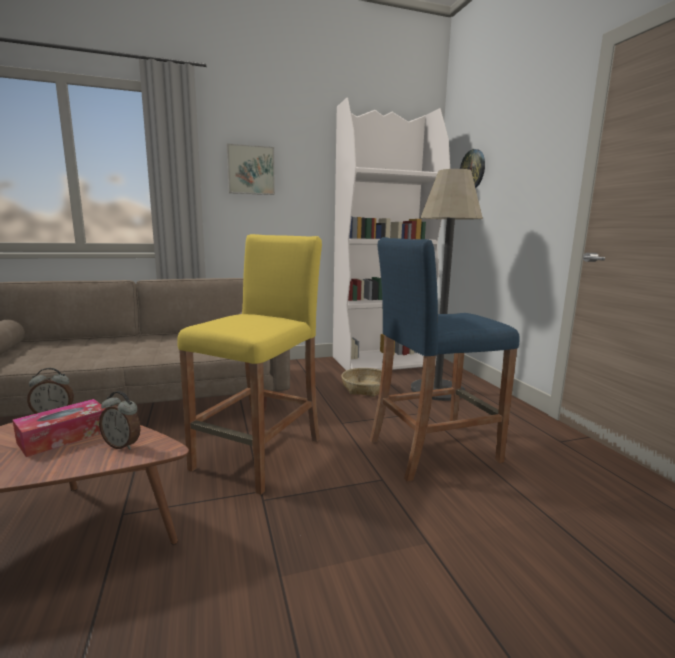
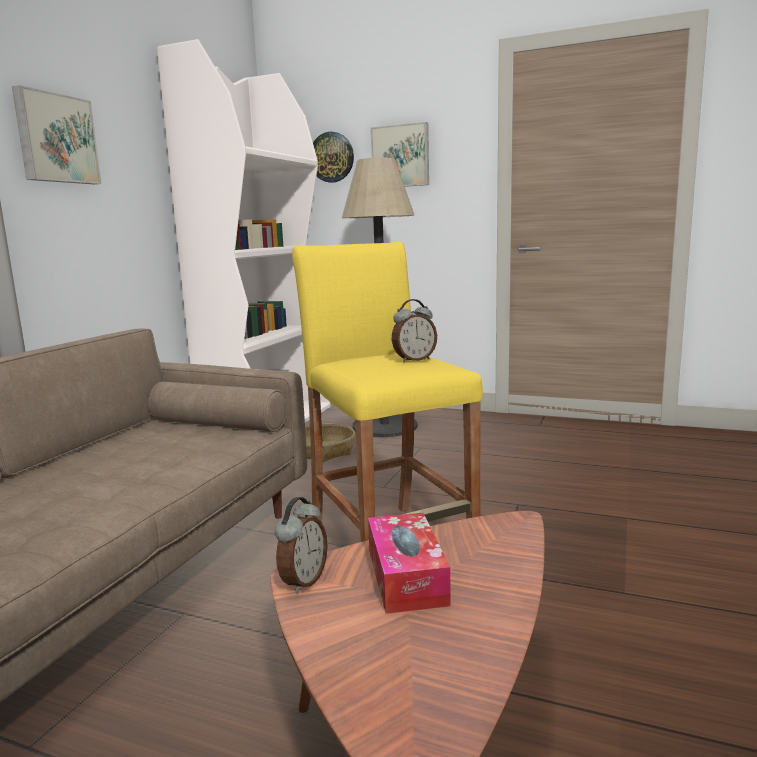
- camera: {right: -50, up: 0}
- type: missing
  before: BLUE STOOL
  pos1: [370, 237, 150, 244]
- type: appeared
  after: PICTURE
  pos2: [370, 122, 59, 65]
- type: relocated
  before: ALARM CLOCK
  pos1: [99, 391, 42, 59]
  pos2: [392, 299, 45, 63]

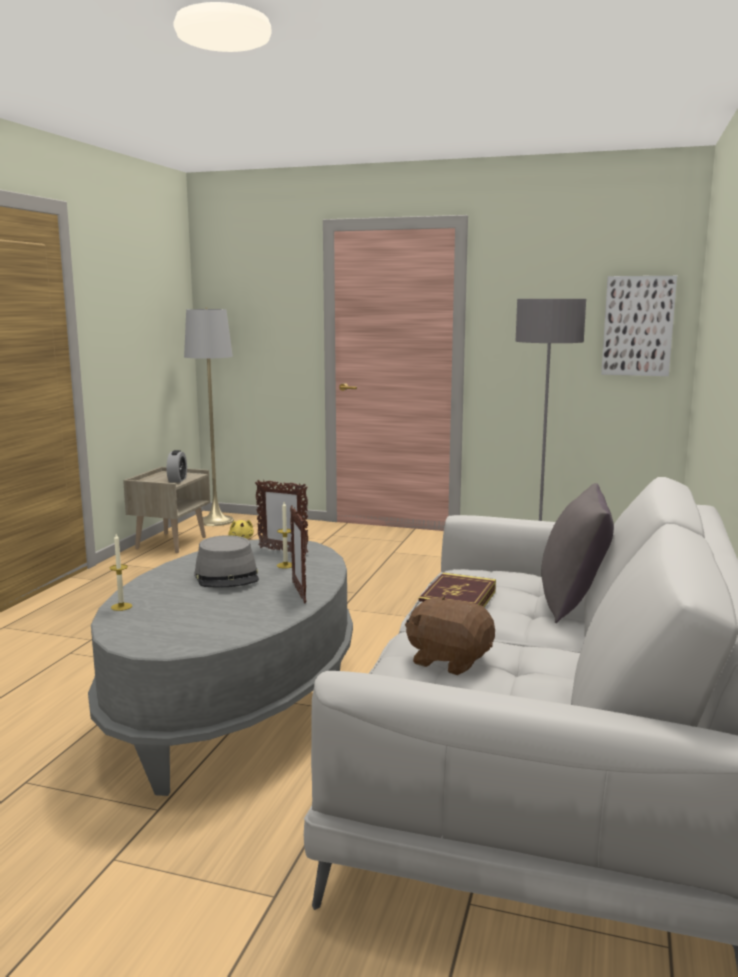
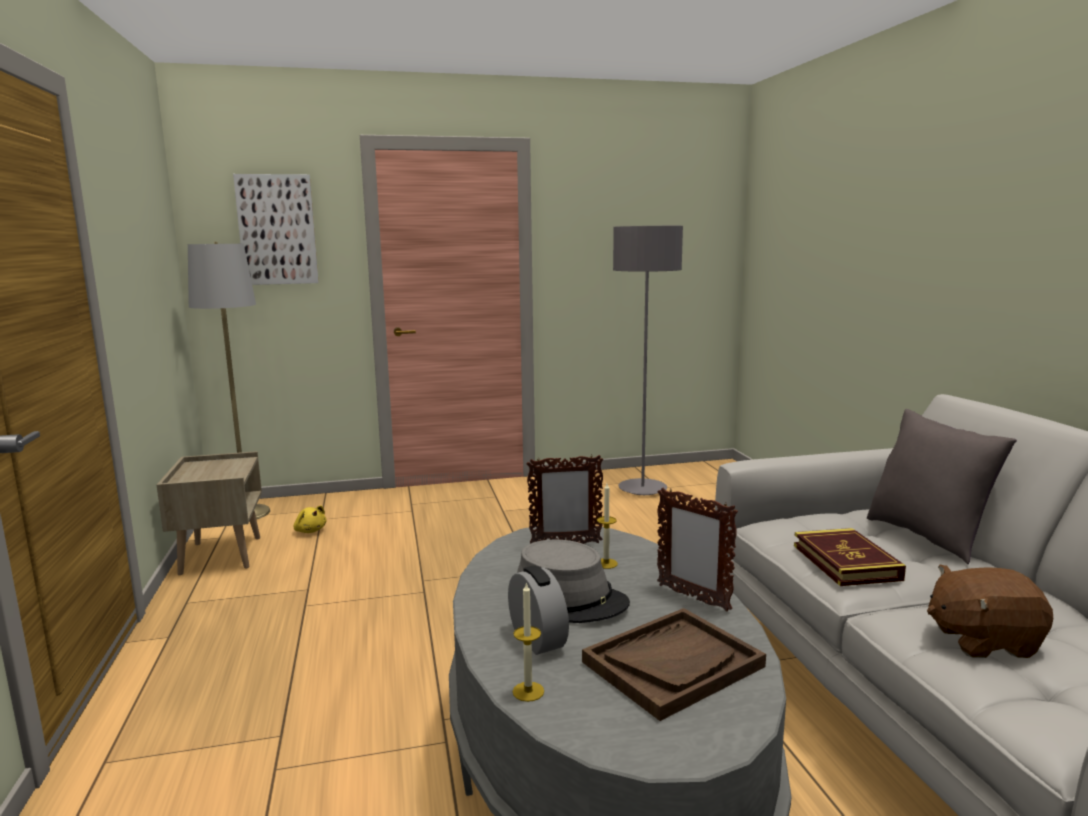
- camera: {right: -30, up: 0}
- type: appeared
  after: BROWN TRAY
  pos2: [582, 608, 184, 113]
- type: relocated
  before: ALARM CLOCK
  pos1: [167, 450, 20, 33]
  pos2: [508, 565, 61, 90]
- type: relocated
  before: PICTURE
  pos1: [601, 276, 76, 100]
  pos2: [233, 174, 86, 111]

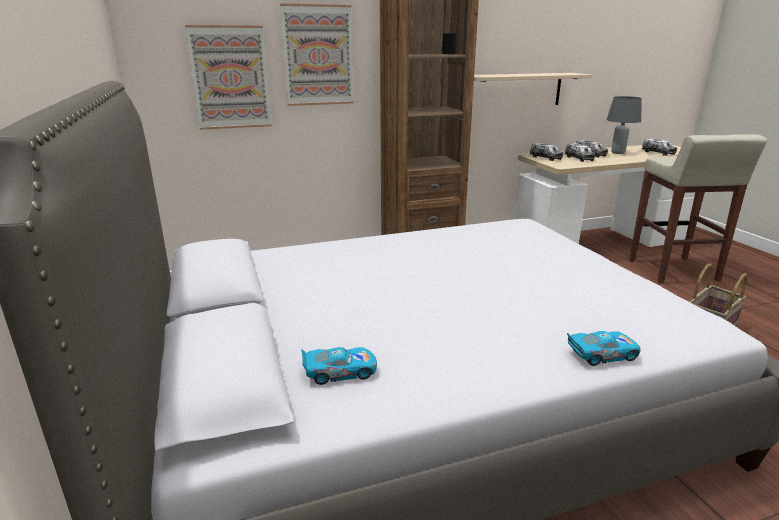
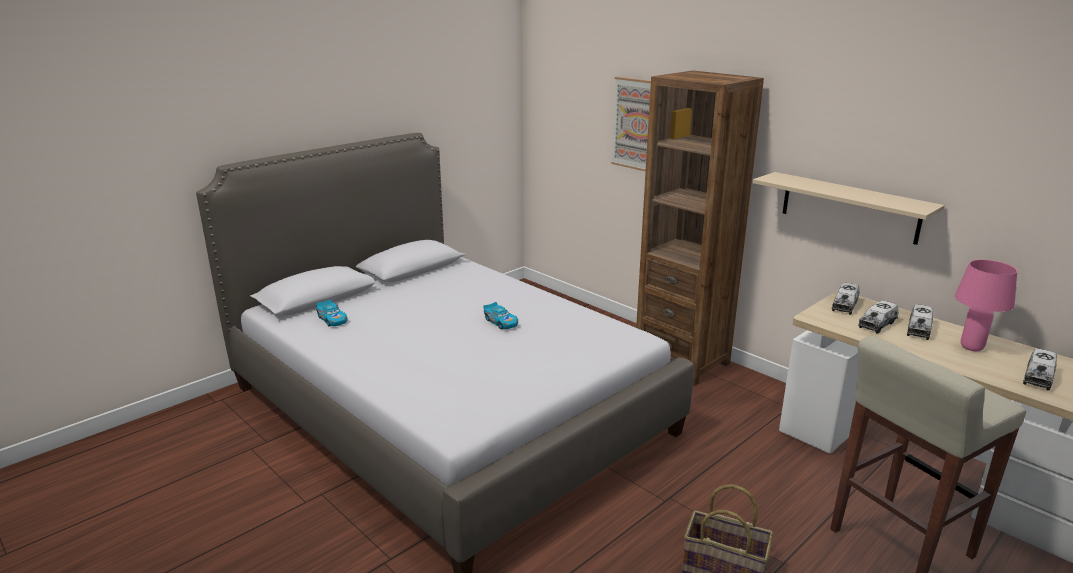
- camera: {right: 65, up: 0}
- type: missing
  before: PICTURE
  pos1: [185, 25, 87, 105]
- type: relocated
  before: TOY CAR
  pos1: [567, 331, 73, 35]
  pos2: [483, 302, 35, 27]
- type: colour
  before: GREY TABLE LAMP
  after: PINK TABLE LAMP
  pos1: [607, 96, 35, 58]
  pos2: [955, 260, 62, 91]

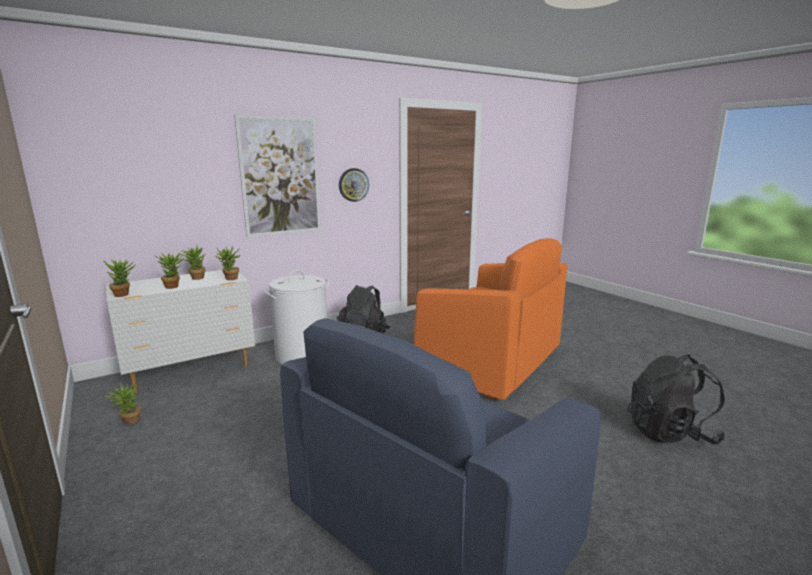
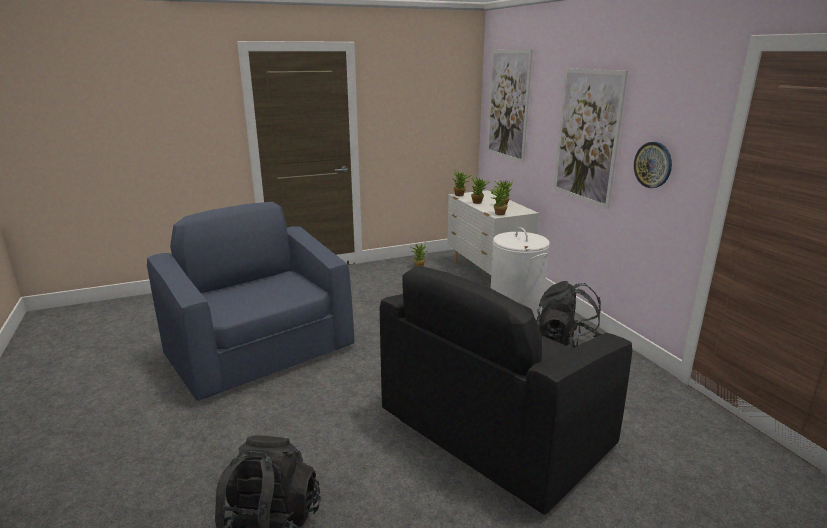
- camera: {right: 100, up: 5}
- type: appeared
  after: PICTURE
  pos2: [487, 50, 46, 113]
- type: colour
  before: ORANGE ARMCHAIR
  after: BLACK ARMCHAIR
  pos1: [414, 238, 153, 162]
  pos2: [380, 266, 252, 249]

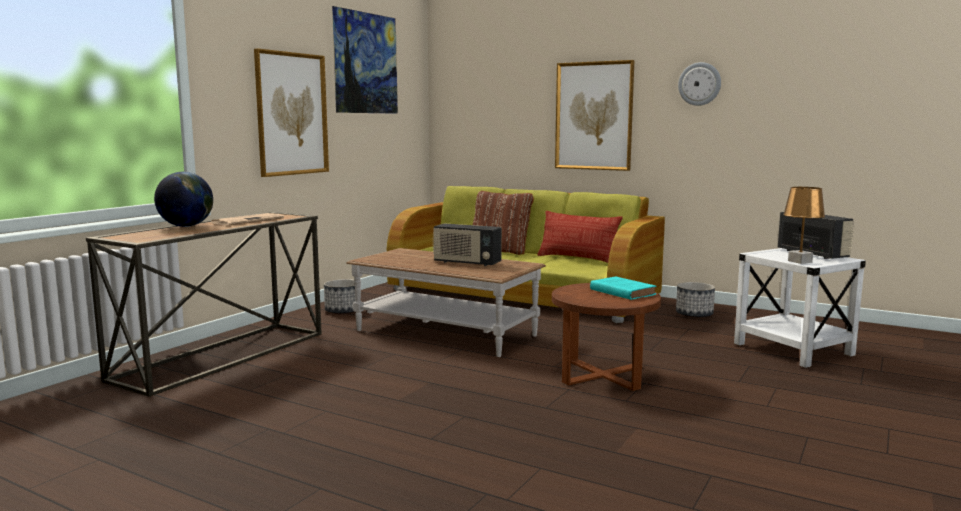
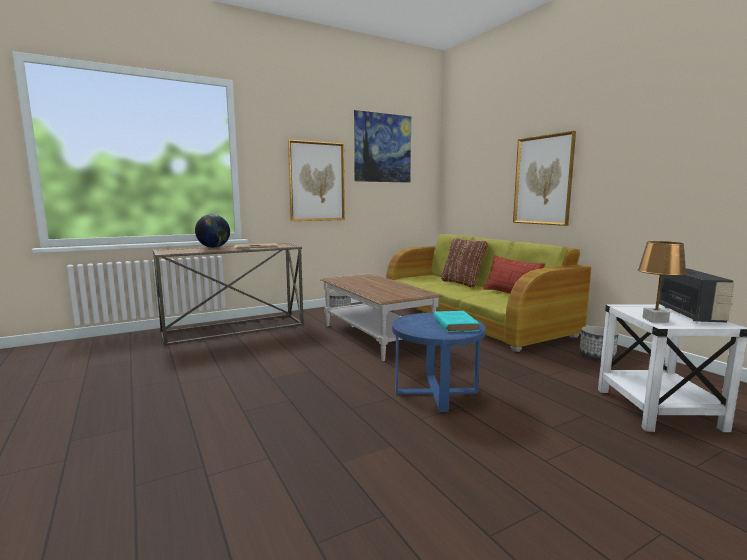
- camera: {right: 30, up: 0}
- type: missing
  before: RADIO
  pos1: [433, 223, 69, 43]
- type: missing
  before: WALL CLOCK
  pos1: [678, 62, 43, 44]
- type: colour
  before: BROWN SIDE TABLE
  after: BLUE SIDE TABLE
  pos1: [552, 283, 109, 108]
  pos2: [392, 313, 94, 99]

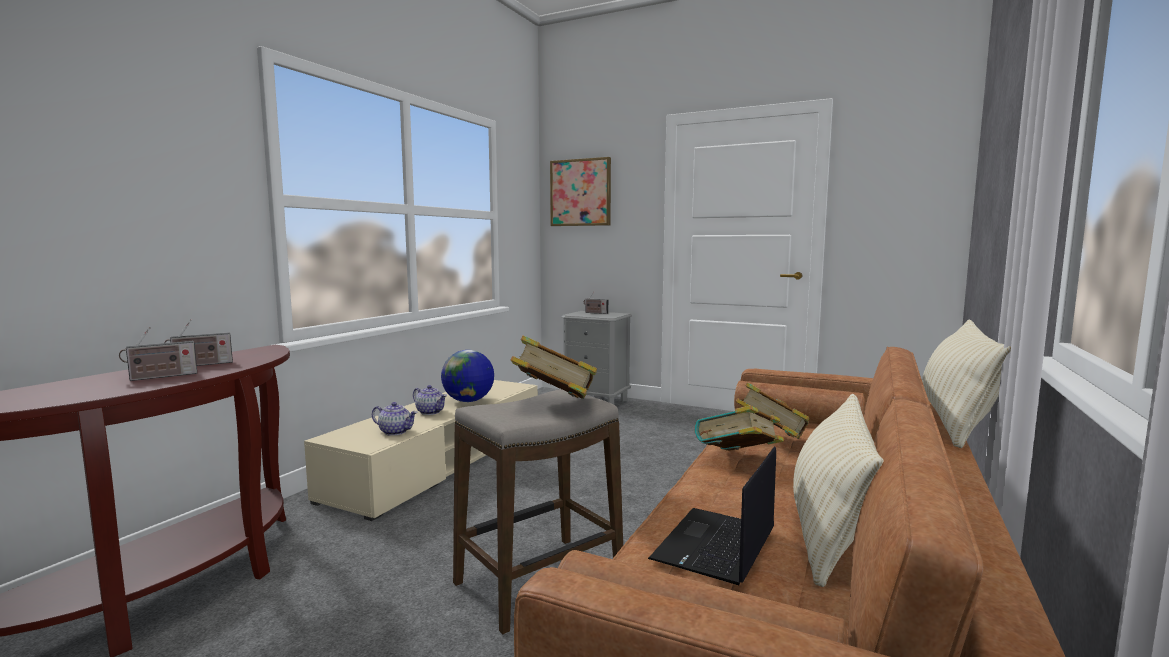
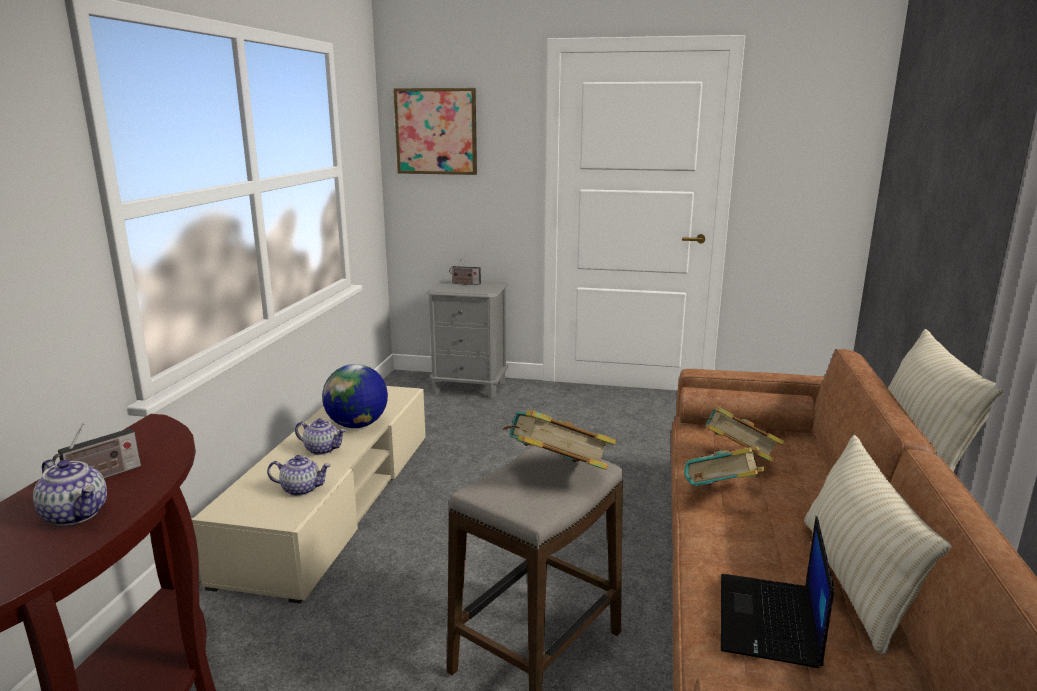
- camera: {right: -15, up: 10}
- type: exchanged
  before: RADIO
  after: TEAPOT
  pos1: [119, 327, 78, 54]
  pos2: [33, 459, 74, 67]

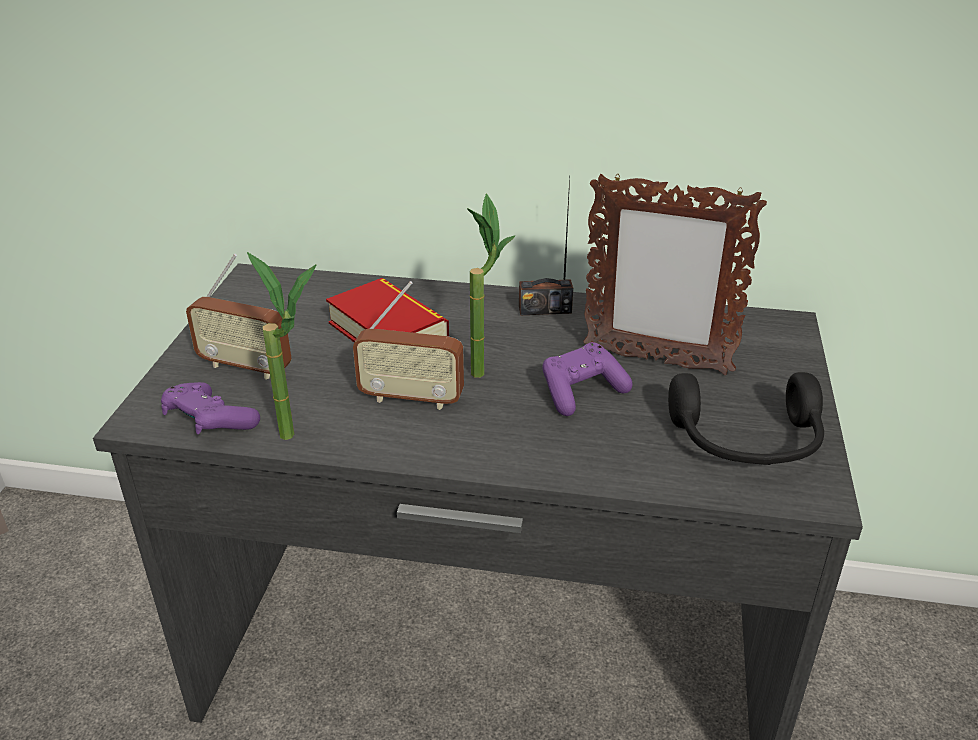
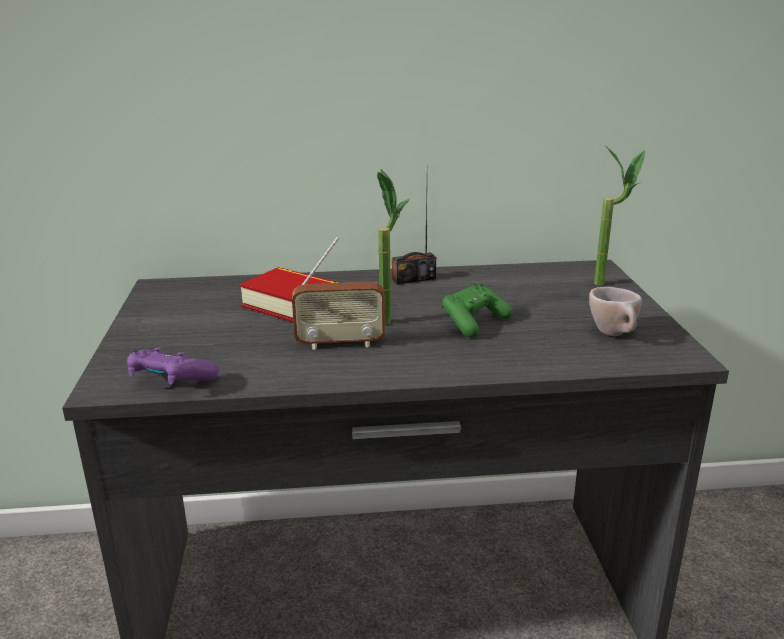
- camera: {right: -15, up: -10}
- type: missing
  before: RADIO
  pos1: [186, 254, 106, 125]
- type: missing
  before: PICTURE FRAME
  pos1: [583, 174, 184, 201]
- type: relocated
  before: POTTED PLANT
  pos1: [247, 252, 70, 188]
  pos2: [594, 145, 51, 140]
- type: exchanged
  before: BLACK HEADPHONES
  after: BEIGE CUP
  pos1: [668, 372, 156, 93]
  pos2: [589, 287, 53, 49]
- type: colour
  before: PURPLE GAME CONTROLLER
  after: GREEN GAME CONTROLLER
  pos1: [542, 342, 90, 74]
  pos2: [442, 283, 71, 55]

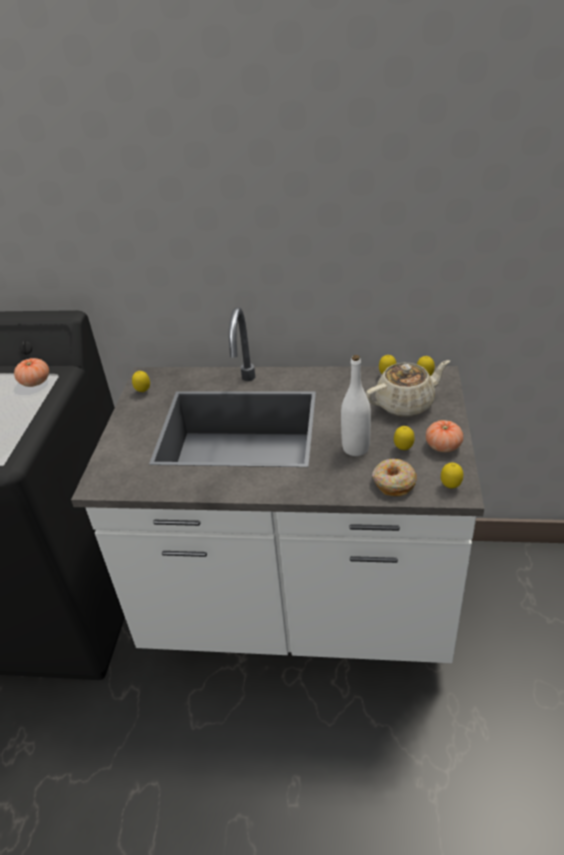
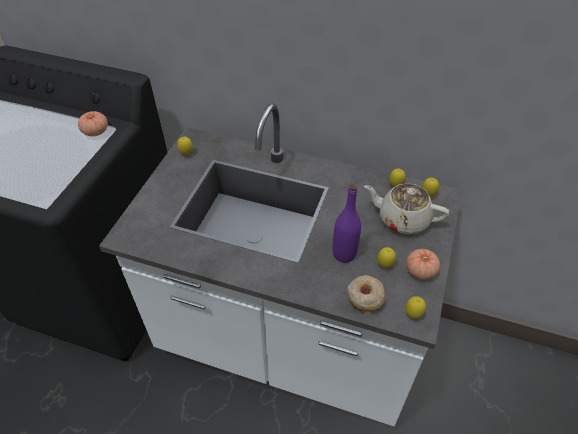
- camera: {right: 10, up: 10}
- type: colour
  before: WHITE BOTTLE
  after: PURPLE BOTTLE
  pos1: [341, 355, 30, 101]
  pos2: [333, 185, 28, 78]
- type: spun
  before: BEIGE TEAPOT
  pos1: [366, 360, 84, 57]
  pos2: [364, 183, 85, 51]
  turn: -150

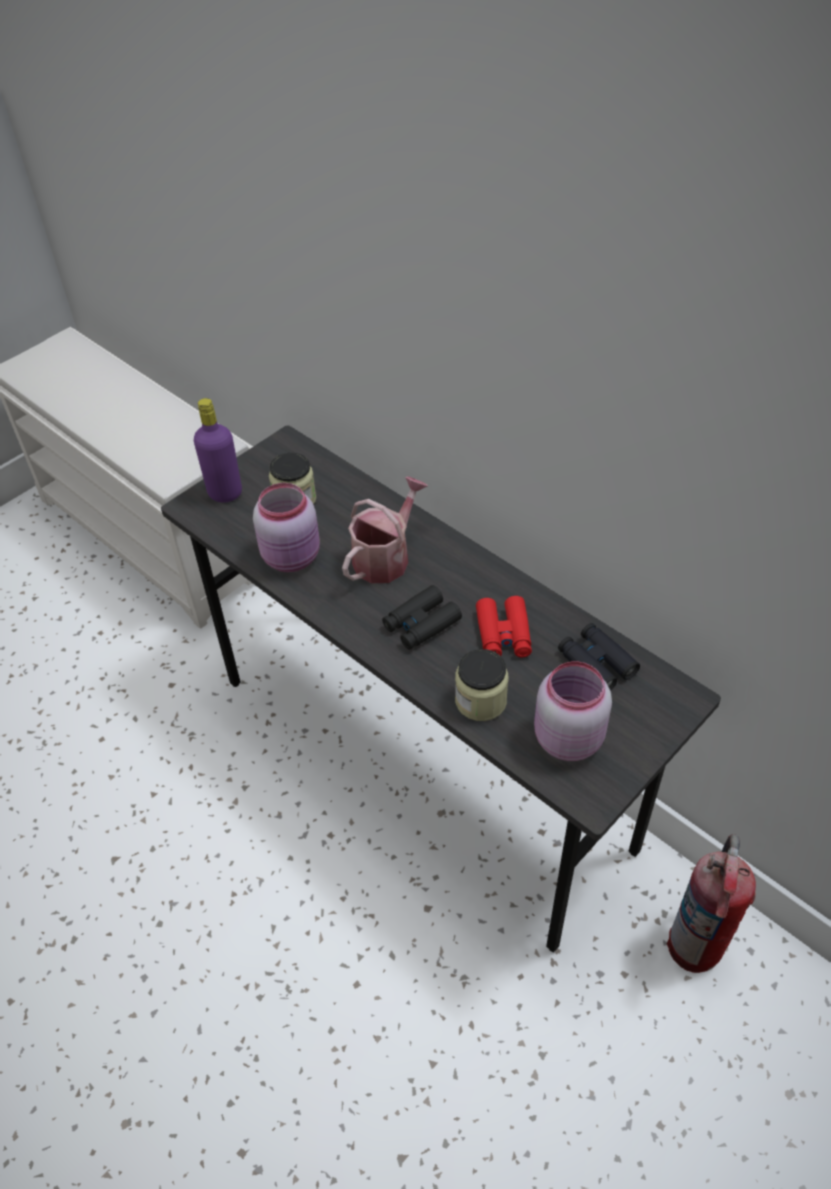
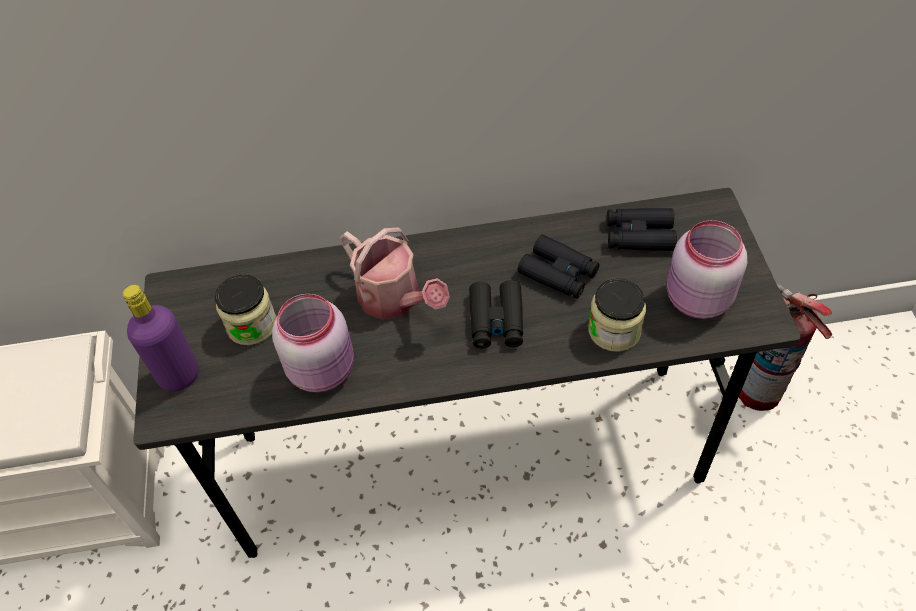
- camera: {right: -50, up: 5}
- type: colour
  before: RED BINOCULARS
  after: BLACK BINOCULARS
  pos1: [476, 596, 56, 61]
  pos2: [518, 235, 82, 64]
- type: spun
  before: WATERING CAN
  pos1: [342, 476, 86, 107]
  pos2: [340, 228, 110, 91]
  turn: 150

